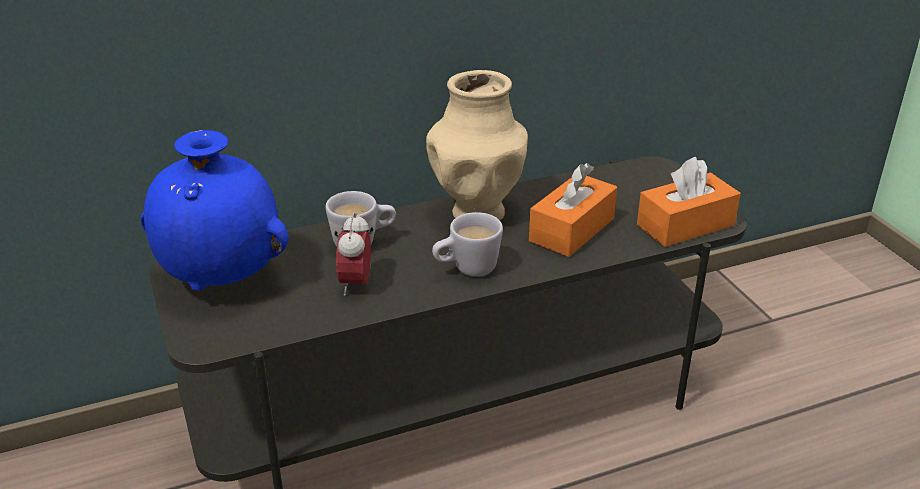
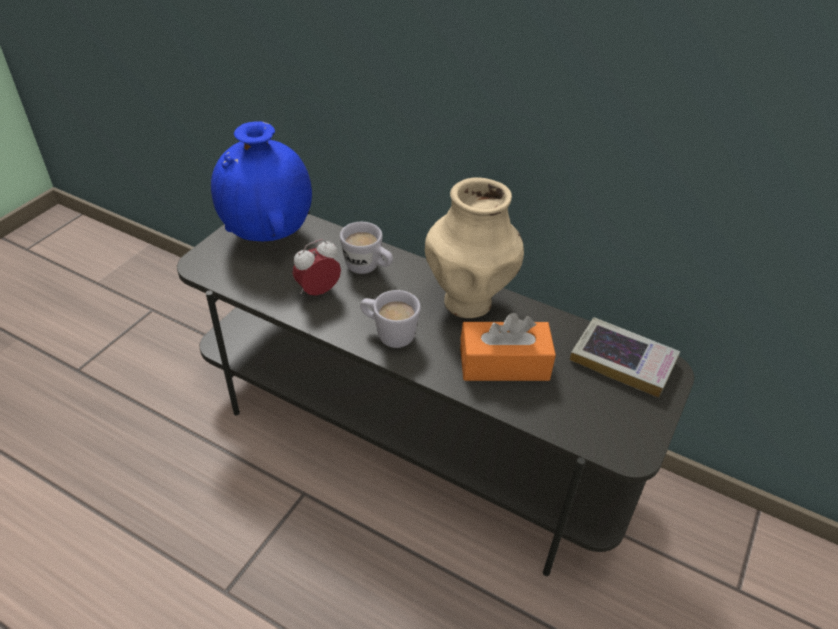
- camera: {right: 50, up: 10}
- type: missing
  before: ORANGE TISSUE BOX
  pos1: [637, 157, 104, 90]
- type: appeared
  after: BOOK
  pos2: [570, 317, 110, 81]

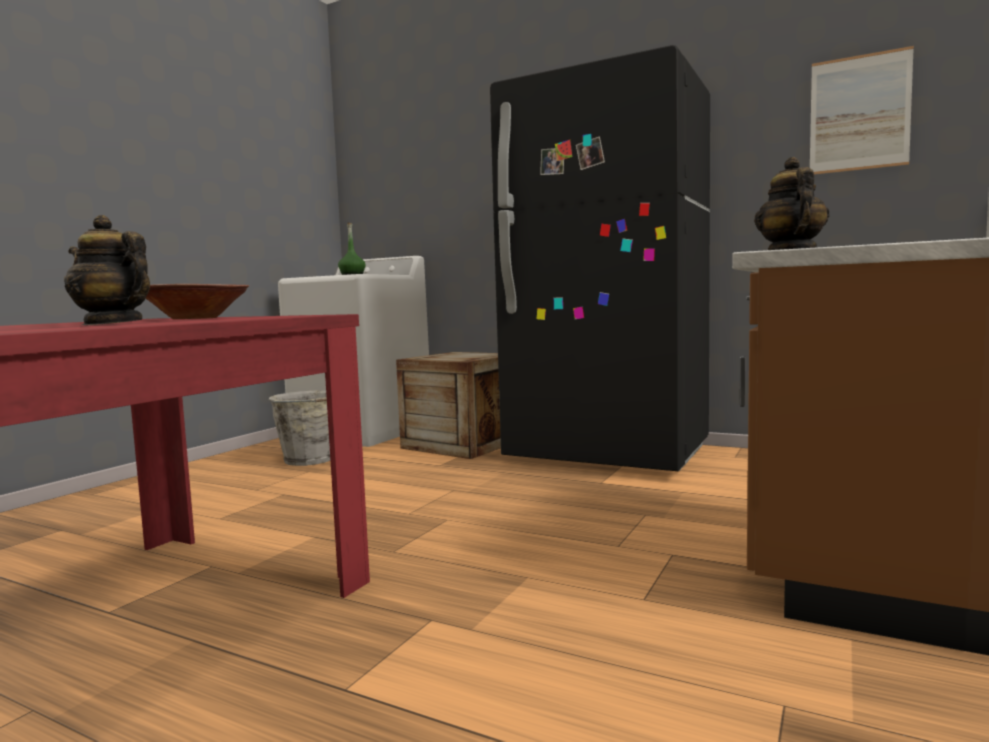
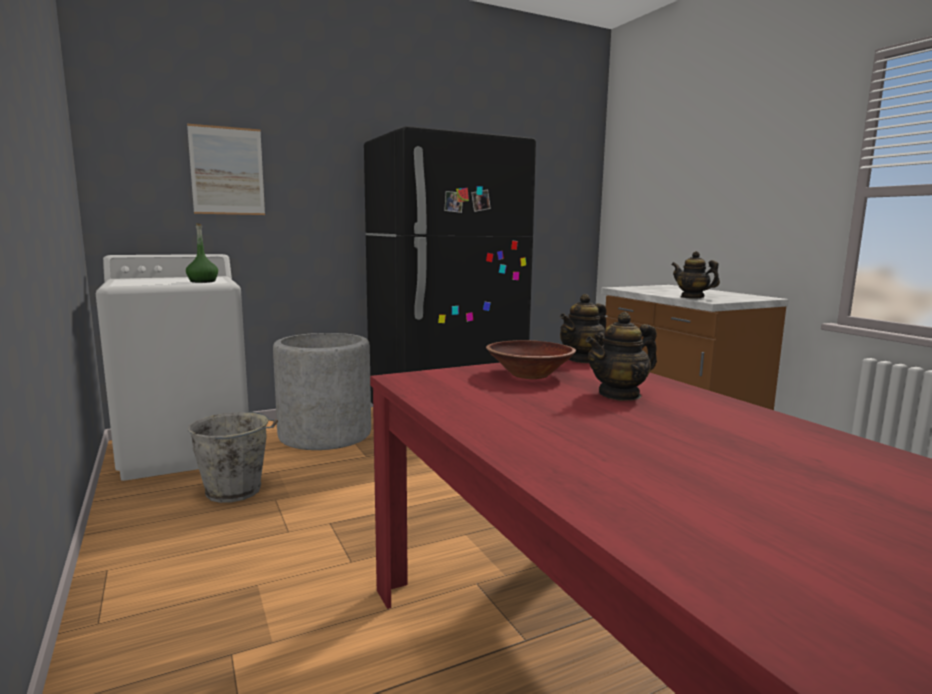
- camera: {right: -55, up: 5}
- type: appeared
  after: TEAPOT
  pos2: [560, 294, 46, 69]
- type: relocated
  before: PICTURE
  pos1: [810, 46, 104, 129]
  pos2: [187, 124, 78, 91]
- type: exchanged
  before: CRATE
  after: GREY PLANTER
  pos1: [396, 352, 105, 107]
  pos2: [273, 333, 98, 117]

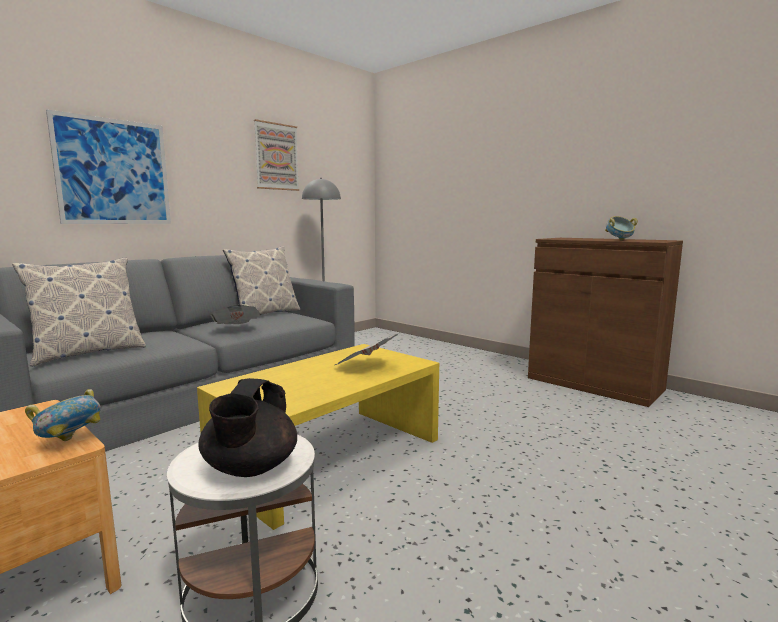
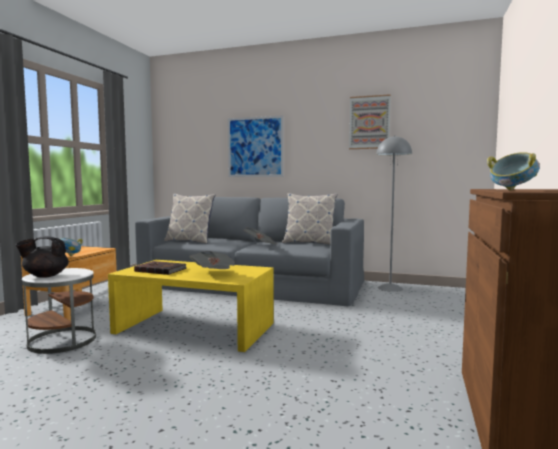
- camera: {right: 65, up: -5}
- type: appeared
  after: BROWN BOOK
  pos2: [134, 261, 52, 14]

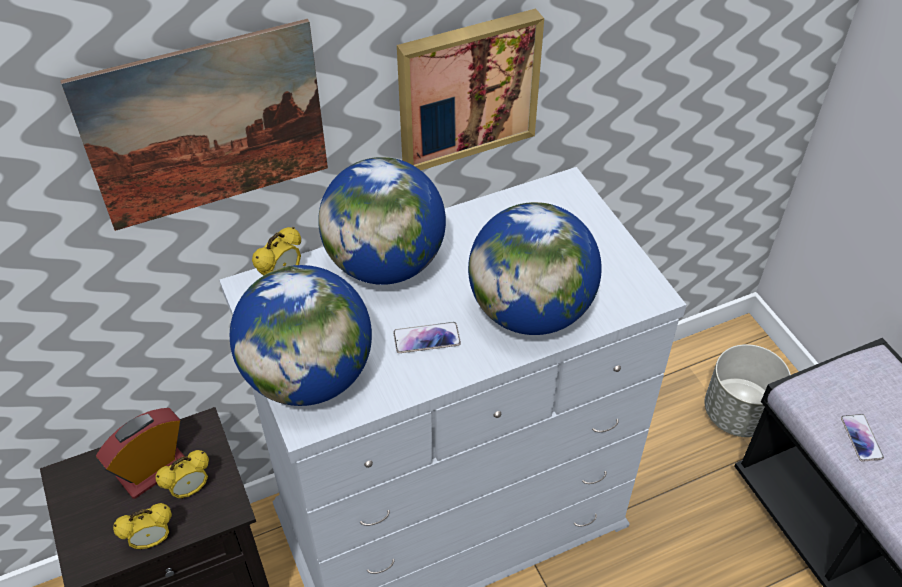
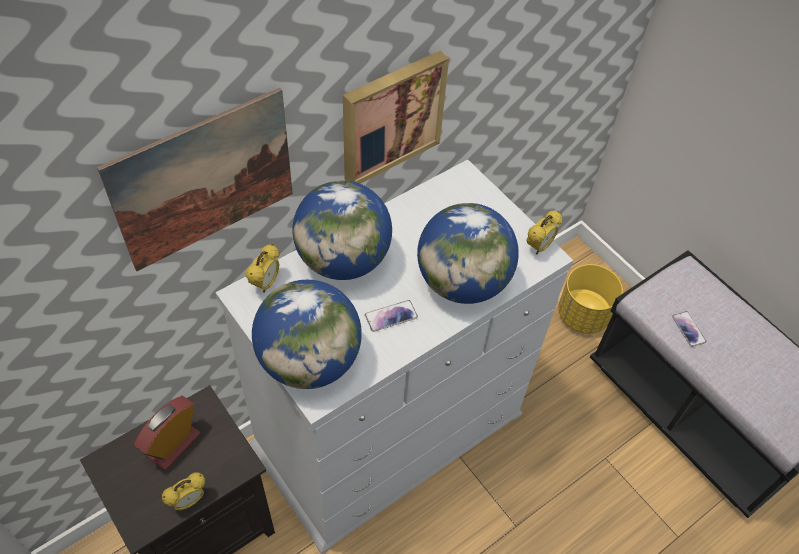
- camera: {right: -15, up: 5}
- type: relocated
  before: ALARM CLOCK
  pos1: [156, 450, 53, 49]
  pos2: [526, 211, 36, 44]
- type: colour
  before: GREY PLANTER
  after: YELLOW PLANTER
  pos1: [704, 344, 87, 93]
  pos2: [558, 264, 65, 70]

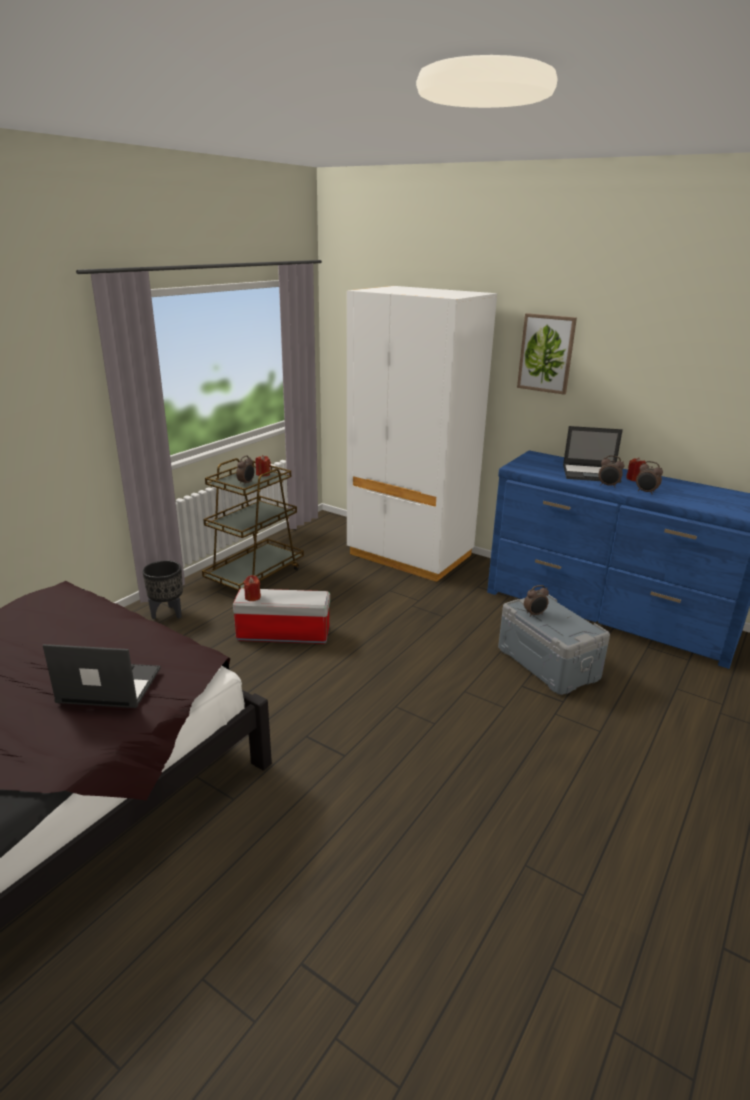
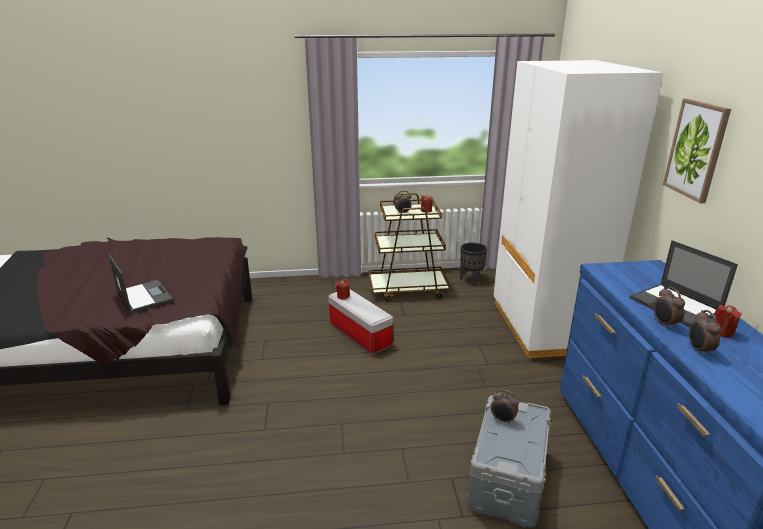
- camera: {right: 50, up: 0}
- type: relocated
  before: BLACK PLANTER
  pos1: [142, 560, 41, 59]
  pos2: [460, 242, 28, 44]

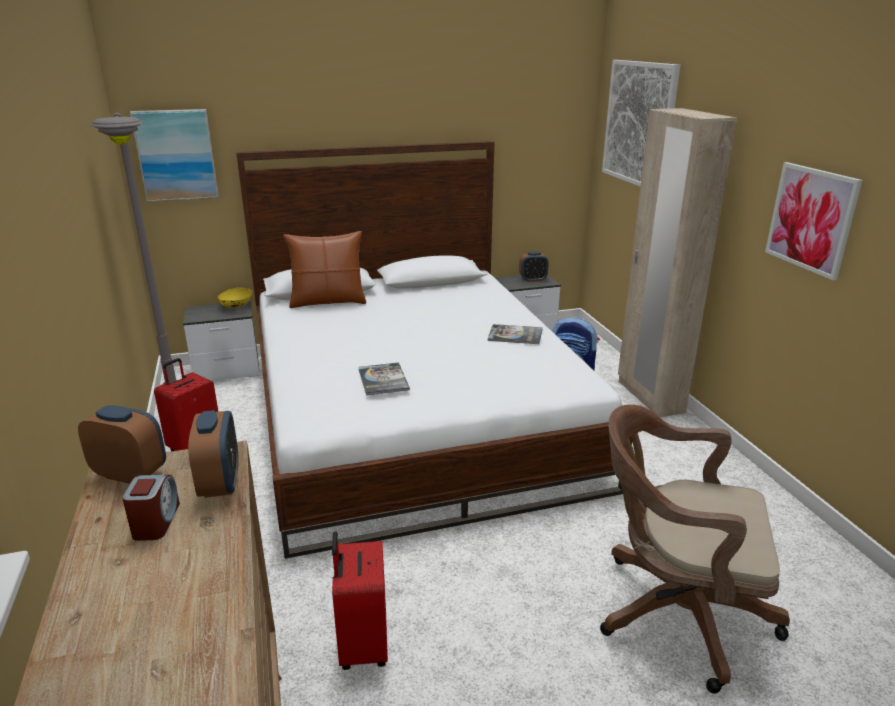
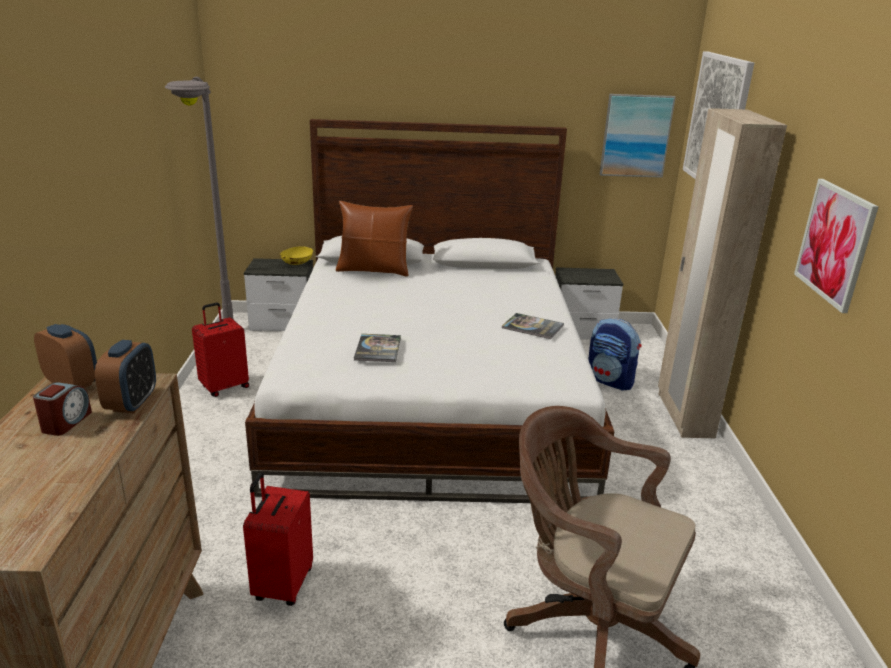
- camera: {right: 15, up: 0}
- type: missing
  before: ALARM CLOCK
  pos1: [519, 252, 30, 30]
- type: relocated
  before: PICTURE
  pos1: [130, 109, 89, 93]
  pos2: [600, 94, 76, 84]

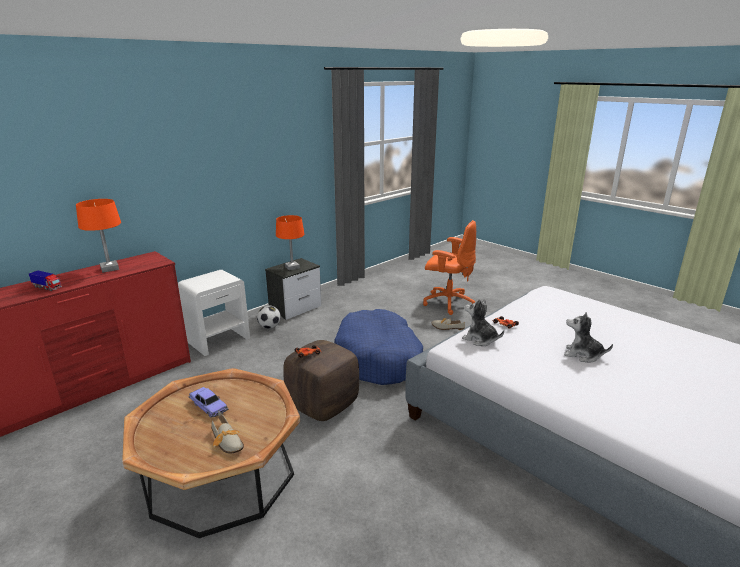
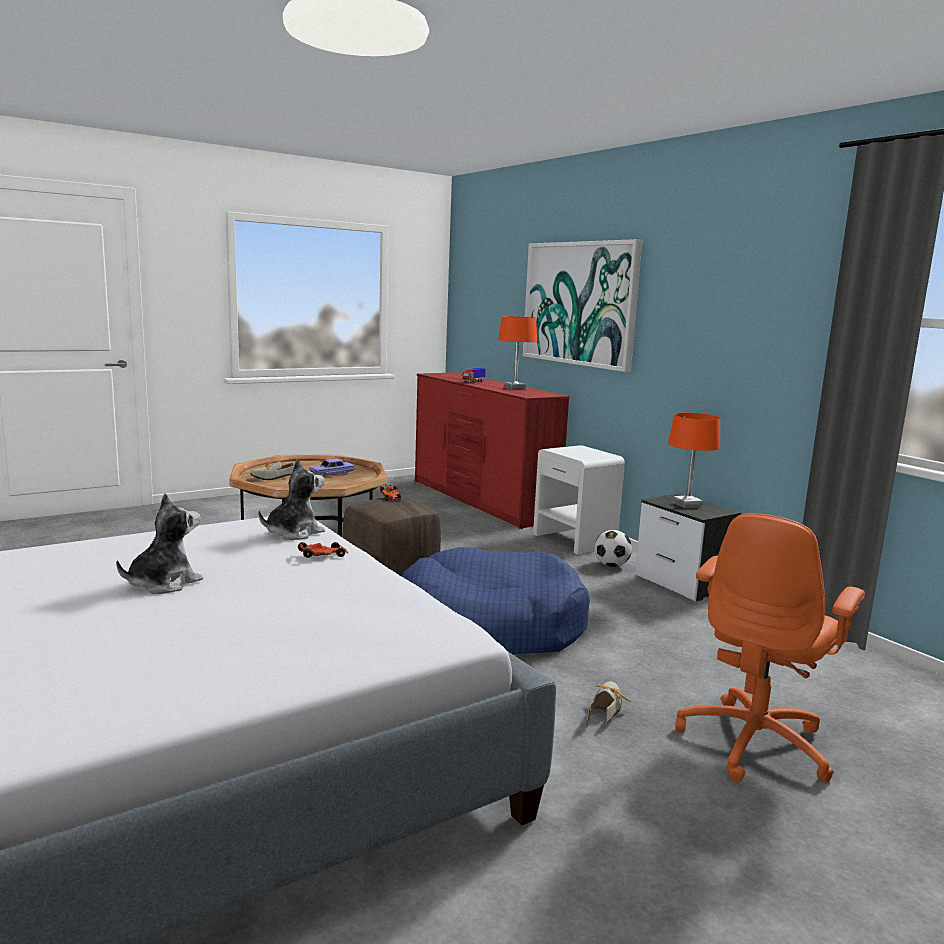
- camera: {right: 100, up: -10}
- type: appeared
  after: PICTURE
  pos2: [523, 239, 119, 133]

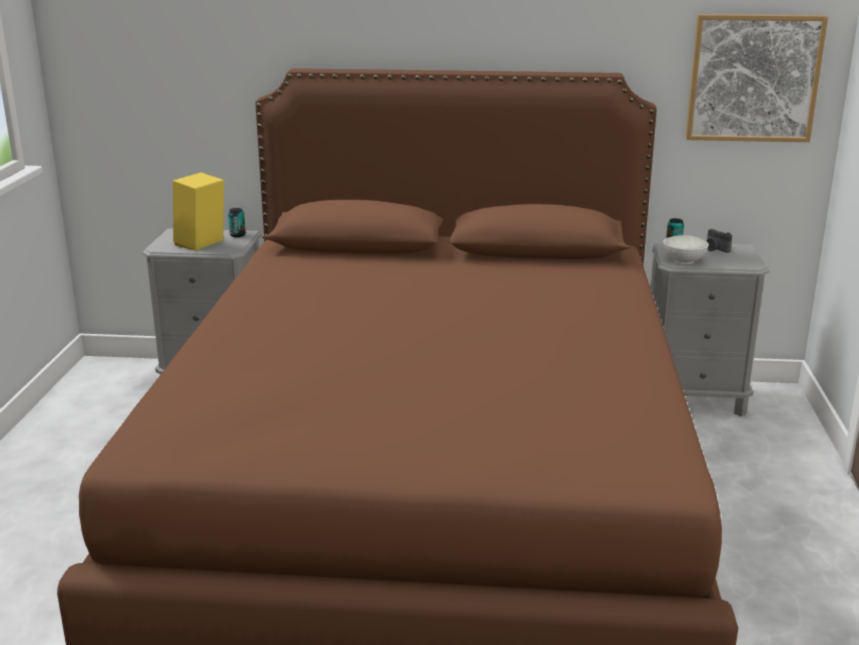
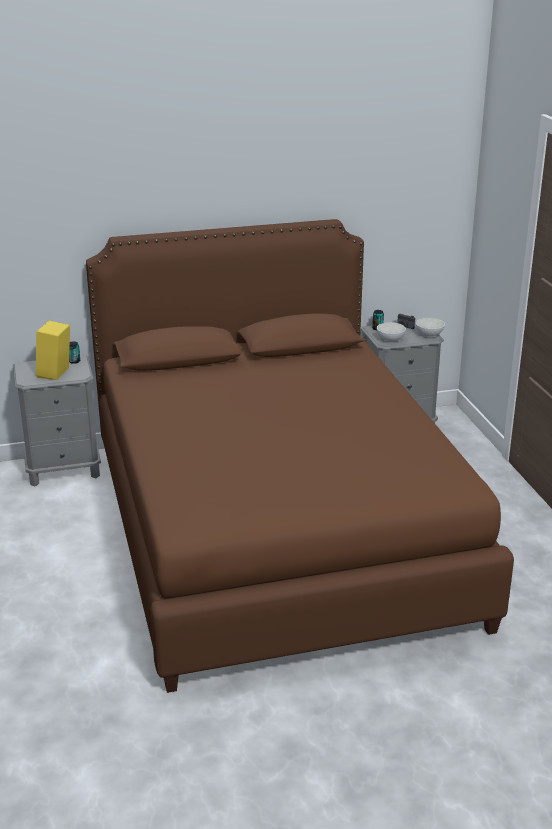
- camera: {right: -20, up: 5}
- type: missing
  before: PICTURE
  pos1: [686, 14, 142, 128]
- type: appeared
  after: WHITE BOWL
  pos2: [416, 318, 29, 20]

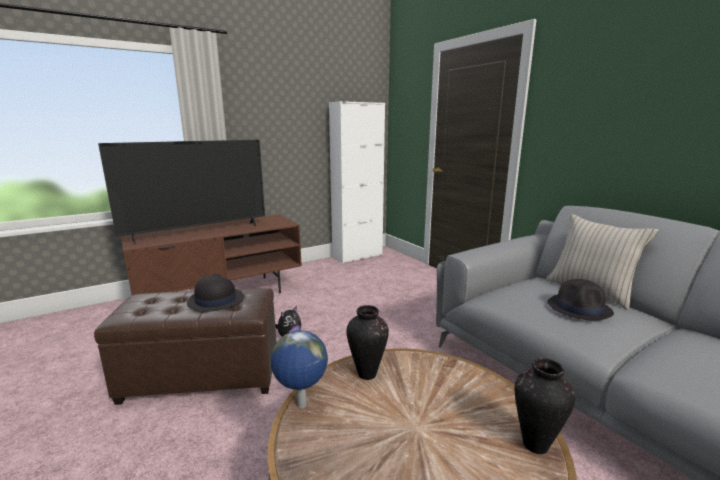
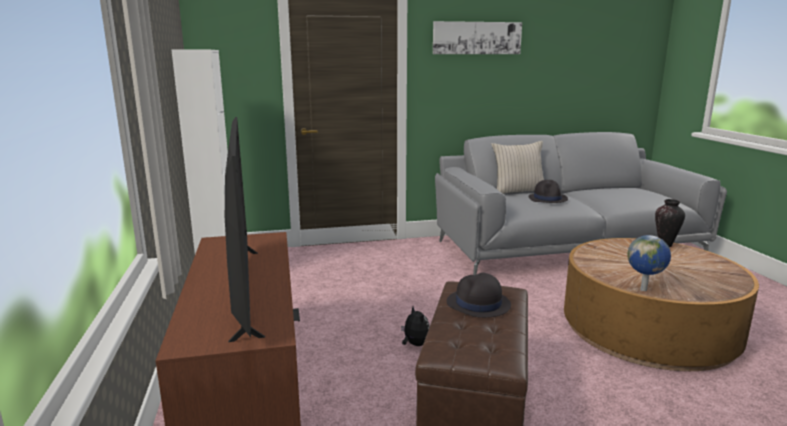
- camera: {right: -70, up: 0}
- type: missing
  before: VASE
  pos1: [346, 305, 43, 75]
- type: appeared
  after: PICTURE
  pos2: [433, 21, 89, 33]

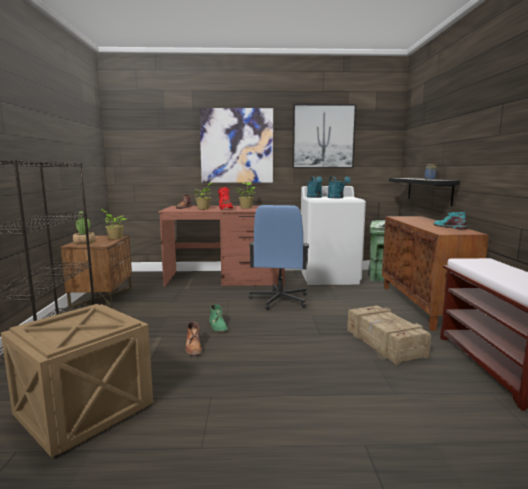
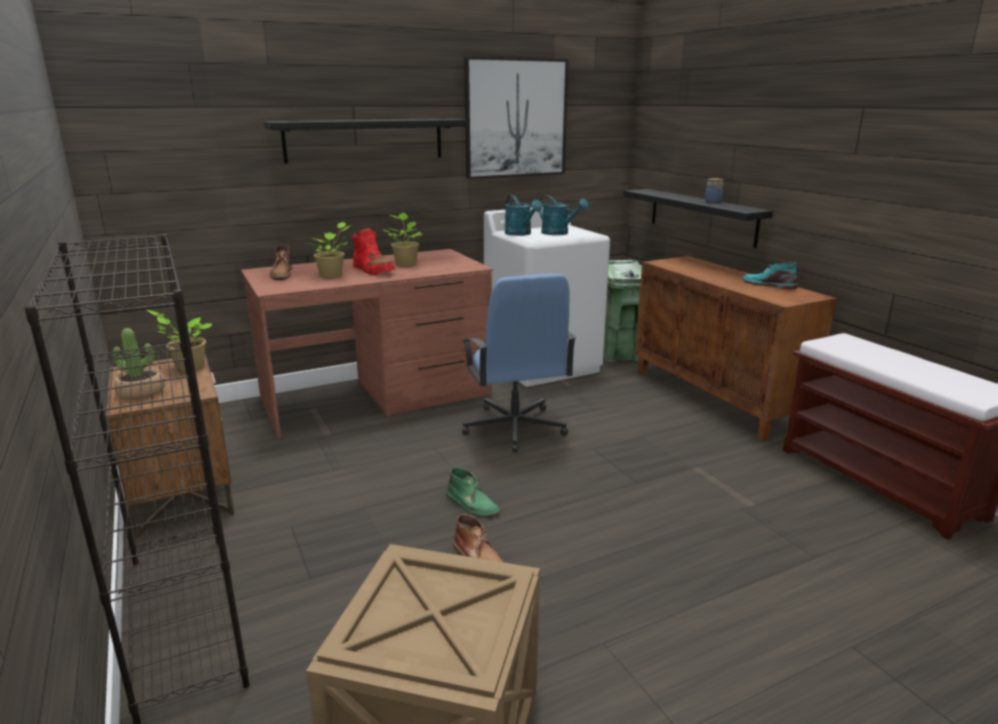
- camera: {right: -25, up: 10}
- type: missing
  before: CRATE
  pos1: [347, 305, 84, 60]
- type: exchanged
  before: PICTURE
  after: BLACK SHELF
  pos1: [199, 108, 74, 75]
  pos2: [264, 119, 202, 45]

